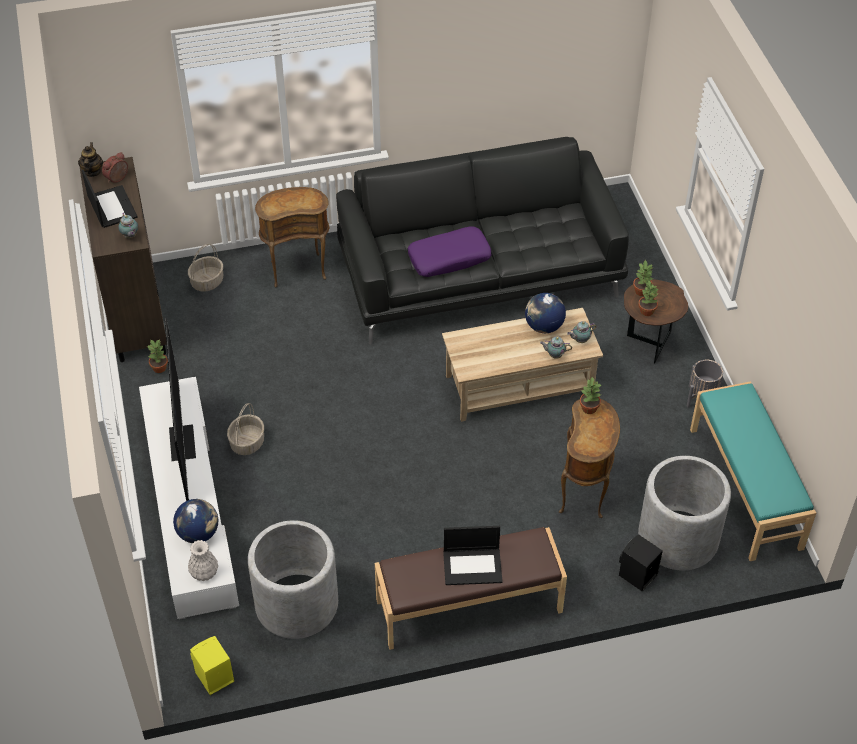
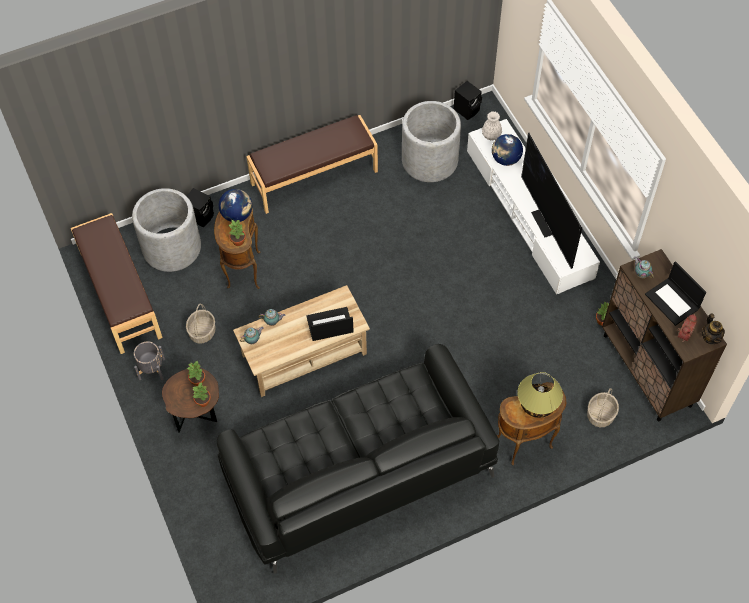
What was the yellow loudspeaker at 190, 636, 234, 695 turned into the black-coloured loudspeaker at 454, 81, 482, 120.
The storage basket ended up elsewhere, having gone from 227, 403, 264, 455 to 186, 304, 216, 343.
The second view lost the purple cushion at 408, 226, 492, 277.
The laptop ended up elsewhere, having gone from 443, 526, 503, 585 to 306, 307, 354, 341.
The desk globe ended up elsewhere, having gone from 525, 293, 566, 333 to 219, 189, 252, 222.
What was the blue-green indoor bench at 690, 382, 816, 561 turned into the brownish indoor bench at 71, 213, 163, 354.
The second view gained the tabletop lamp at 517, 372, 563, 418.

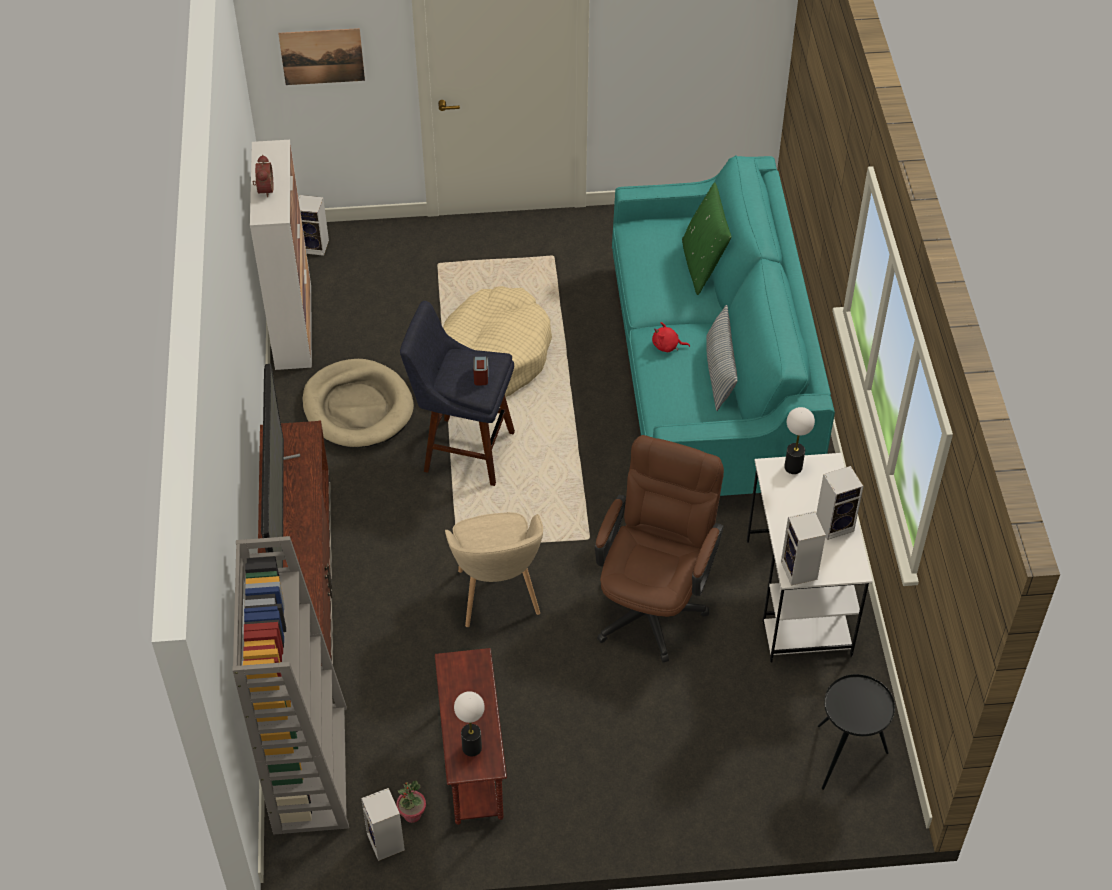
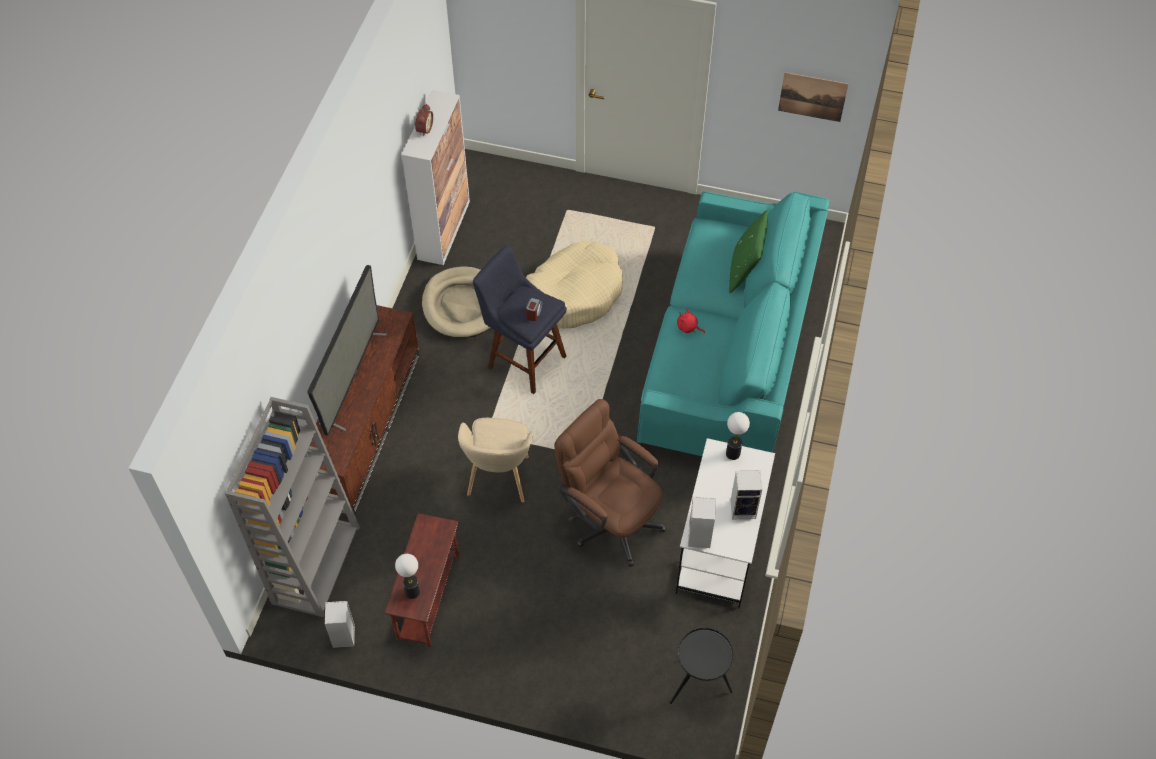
The picture ended up elsewhere, having gone from 278, 28, 365, 85 to 778, 72, 848, 122.
The second view lost the loudspeaker at 299, 195, 329, 256.
The second view lost the houseplant at 396, 781, 426, 823.
The brownish office chair at 595, 435, 724, 663 ended up facing another way, 90 degrees counterclockwise from before.
The second view lost the cushion at 706, 305, 738, 411.

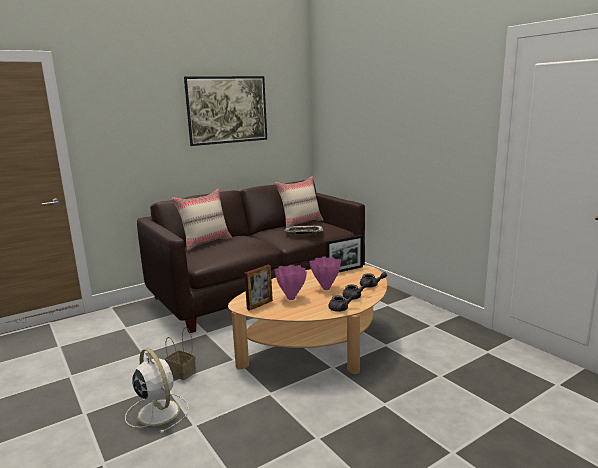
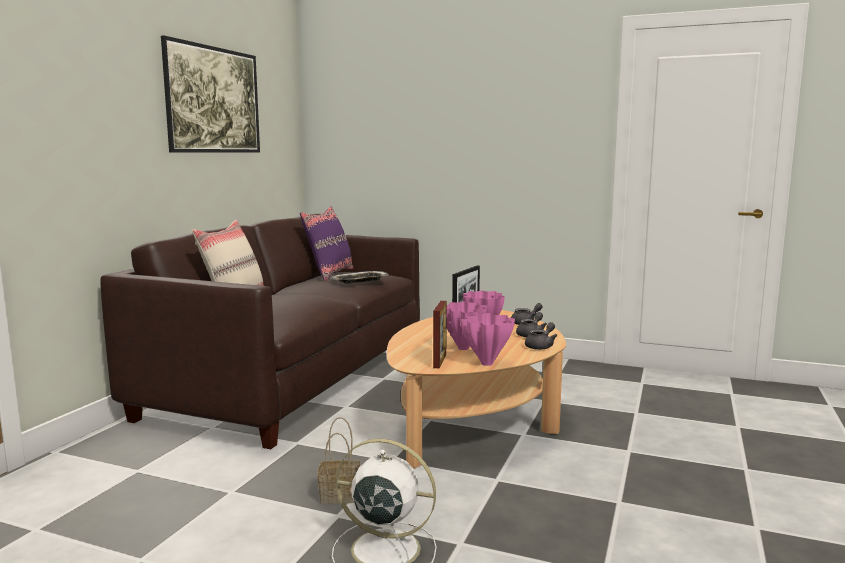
What was the sand-coloured cushion at 275, 176, 324, 228 turned into the purple cushion at 300, 206, 354, 281.
The second view gained the pink-coloured decorative vase at 460, 313, 515, 366.

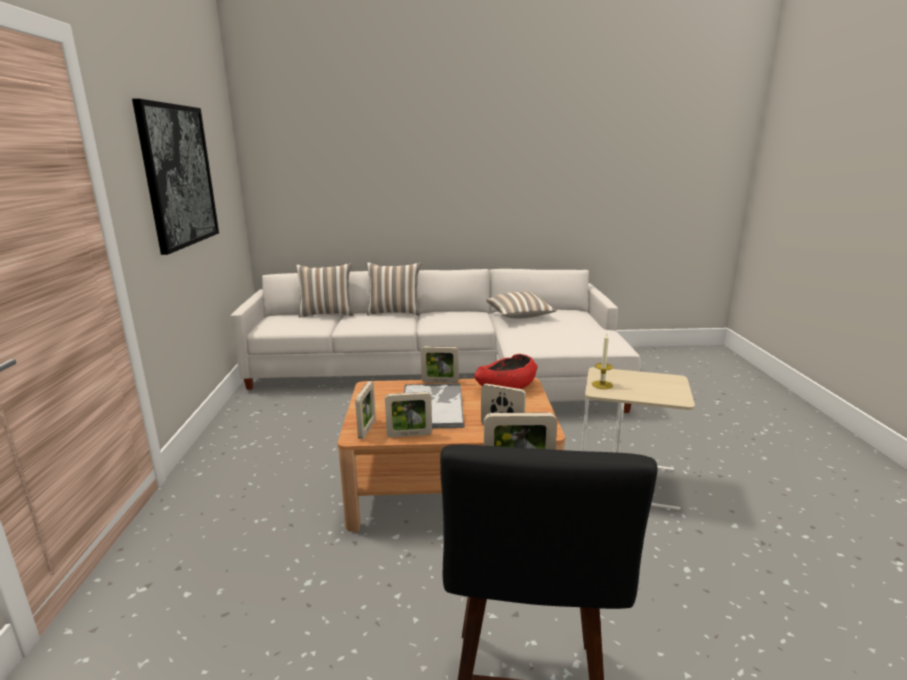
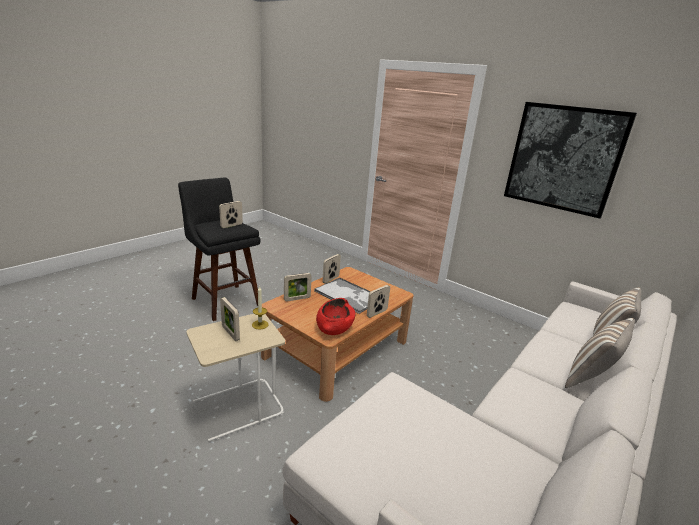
The picture frame ended up elsewhere, having gone from 355, 381, 376, 439 to 220, 297, 240, 341.
The second view lost the cushion at 486, 292, 557, 319.

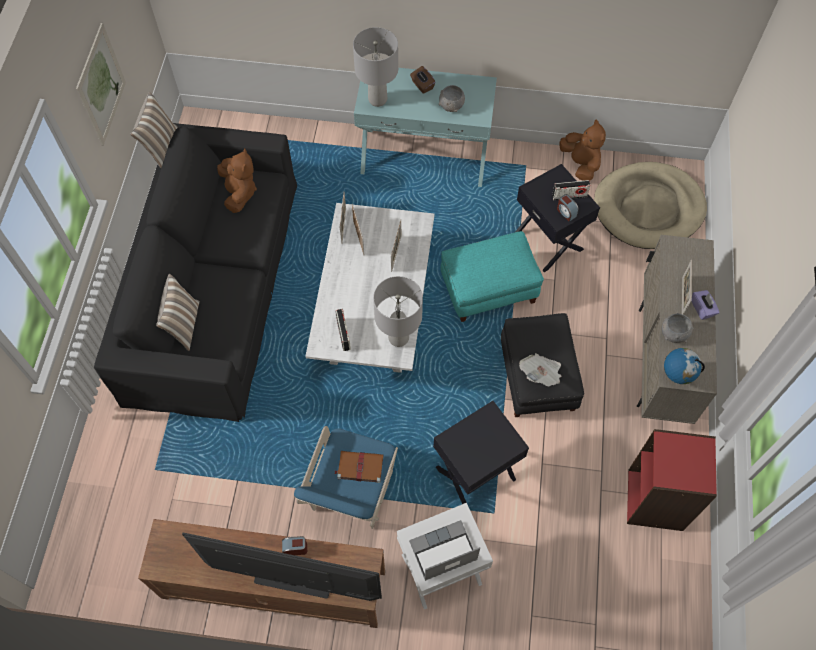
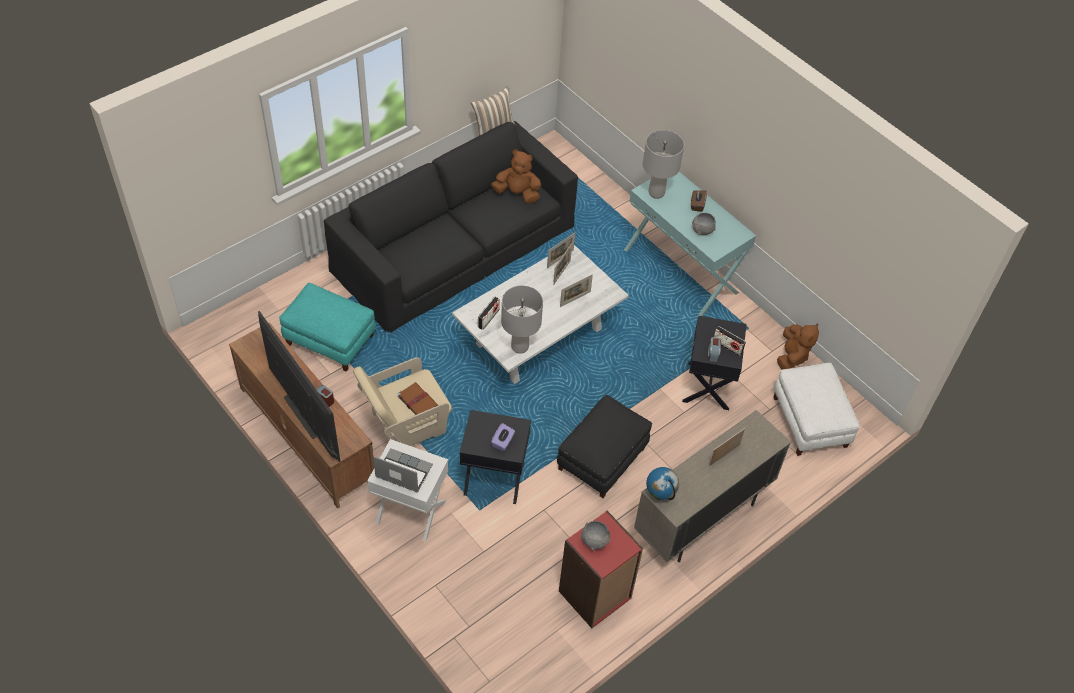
The second view lost the picture at 76, 23, 126, 146.
The second view lost the cushion at 156, 274, 200, 351.
The brownish soft toy at 217, 148, 257, 213 ended up facing another way, 105 degrees counterclockwise from before.
What was the blue lounge chair at 294, 426, 398, 529 turned into the sand-coloured lounge chair at 353, 357, 452, 446.
The blue-green pouffe ended up elsewhere, having gone from 440, 231, 544, 322 to 279, 283, 376, 372.
The second view lost the printed paper at 519, 353, 561, 386.
Where the sand-coloured pet bed stood at 594, 162, 707, 249, the whitish pouffe came to stand at 773, 363, 860, 456.
The greyish deep dish ended up elsewhere, having gone from 662, 313, 694, 343 to 580, 521, 610, 550.
The purple box of tissues ended up elsewhere, having gone from 692, 290, 720, 320 to 491, 423, 515, 451.

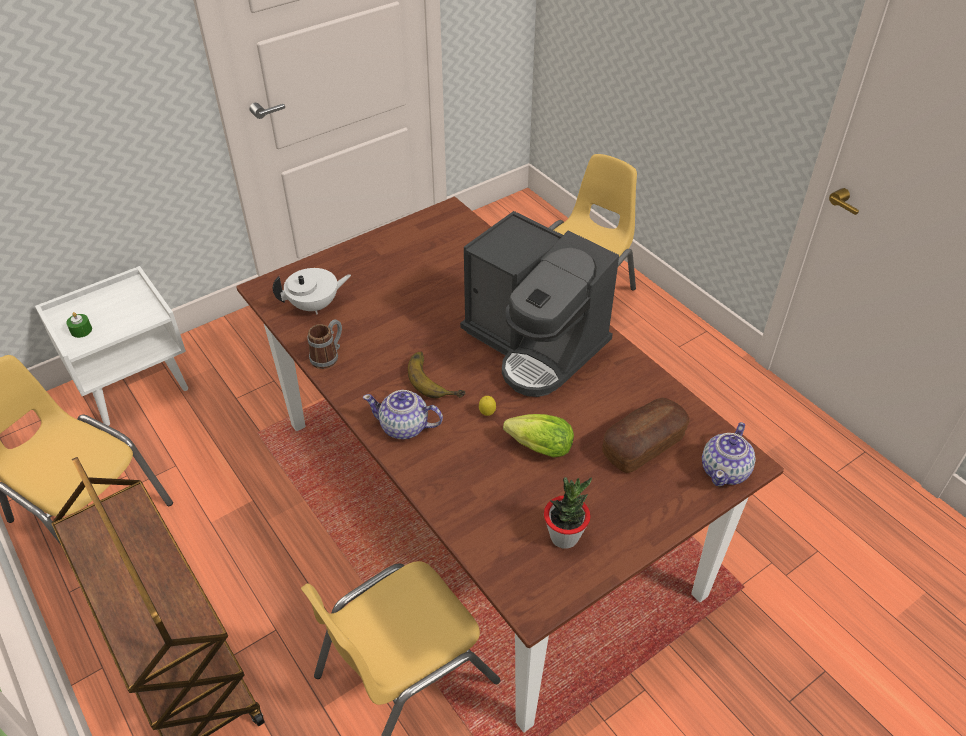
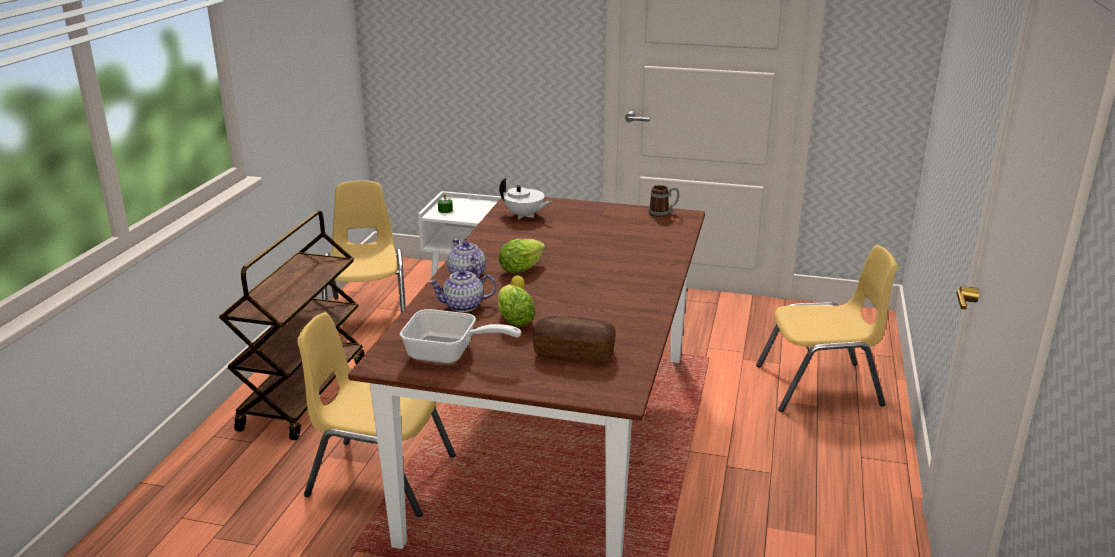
The tea mug ended up elsewhere, having gone from 307, 319, 342, 369 to 648, 185, 680, 218.
Where the banana stood at 408, 352, 466, 398, the lettuce head came to stand at 498, 239, 545, 273.
The second view lost the coffee maker at 460, 211, 619, 397.
Where the houseplant stood at 544, 477, 592, 549, the frying pan came to stand at 400, 309, 521, 363.
The pot for tea ended up elsewhere, having gone from 702, 422, 756, 486 to 428, 269, 497, 312.

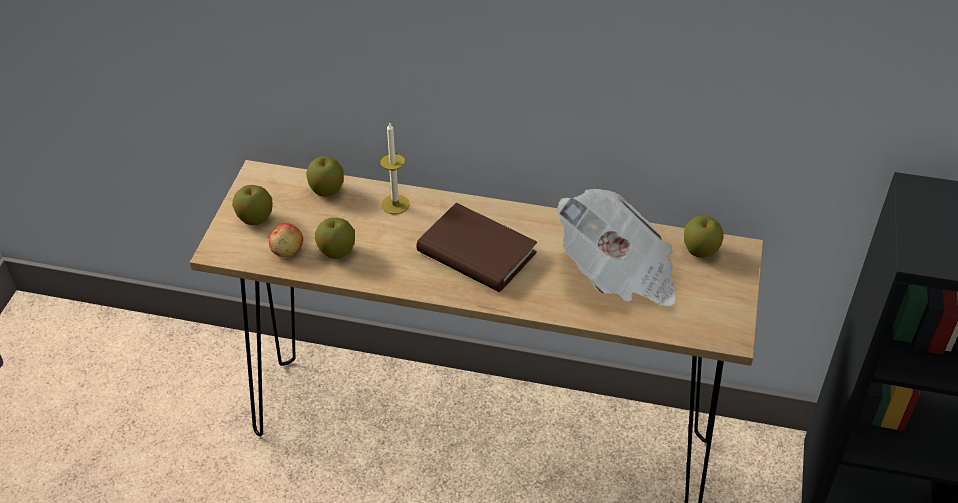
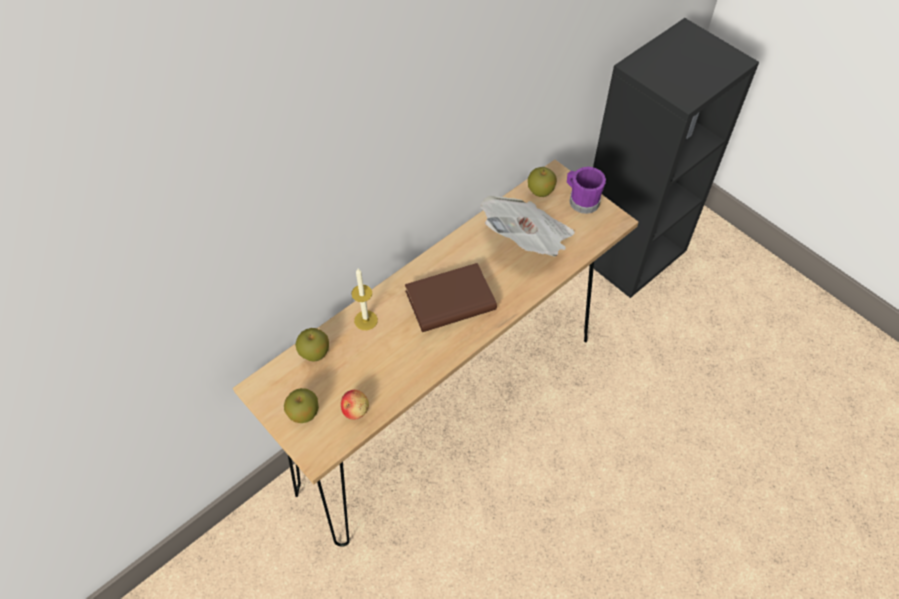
The second view lost the apple at 315, 217, 355, 259.
The second view gained the purple tea mug at 567, 167, 606, 214.

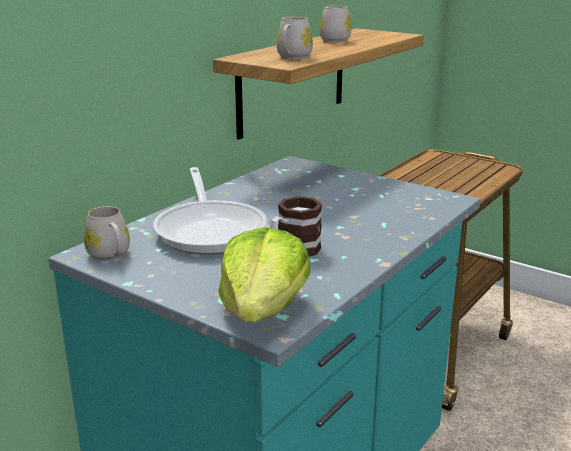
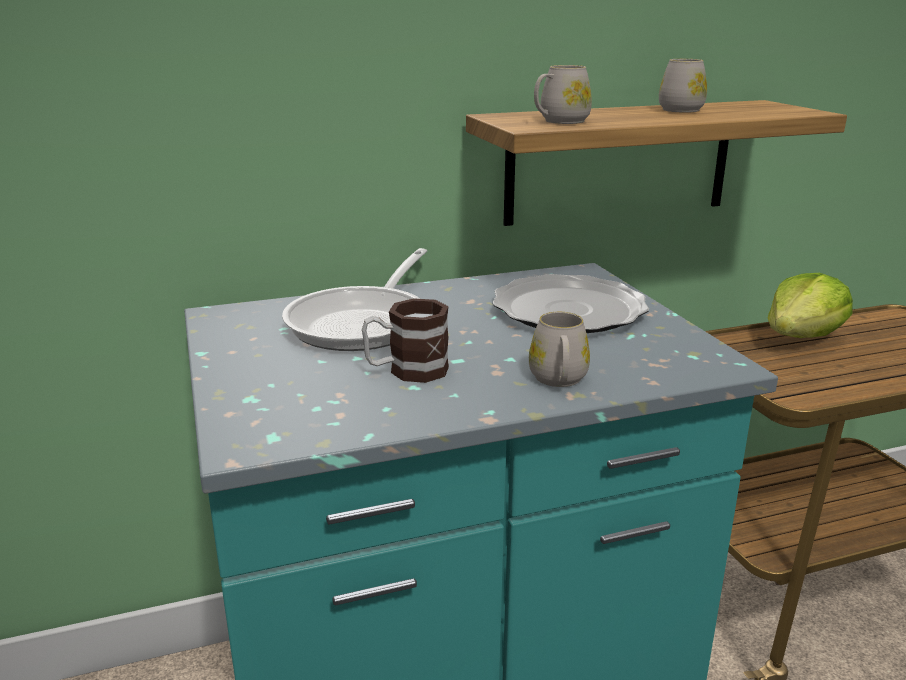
The whitish tea mug ended up elsewhere, having gone from 84, 206, 130, 261 to 529, 312, 590, 387.
The lettuce head ended up elsewhere, having gone from 218, 227, 311, 322 to 768, 273, 853, 338.
The second view gained the flat dish at 493, 274, 649, 333.

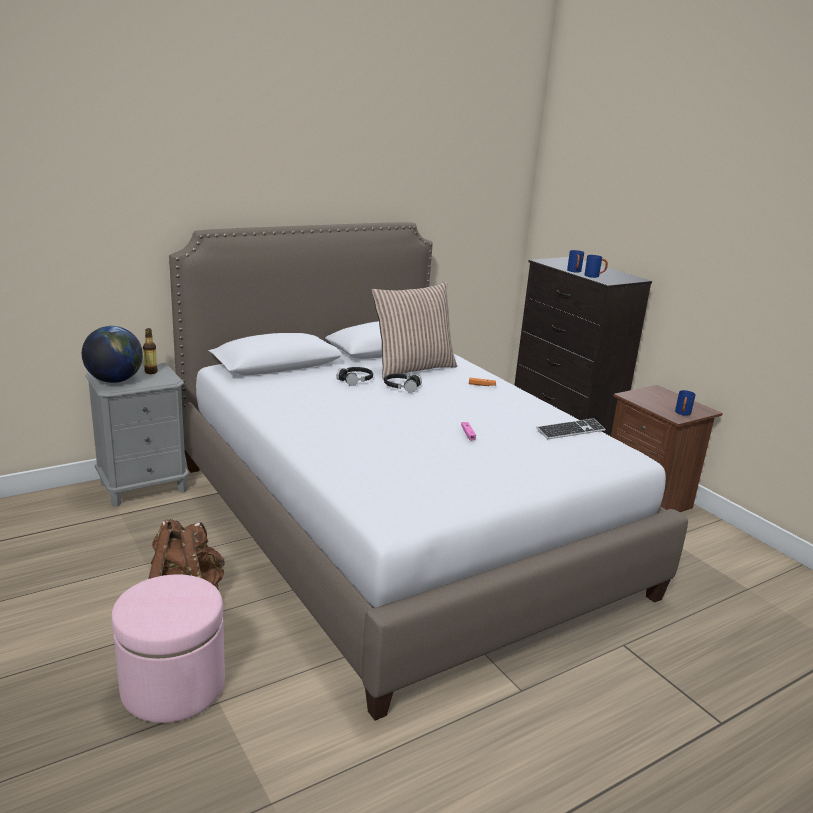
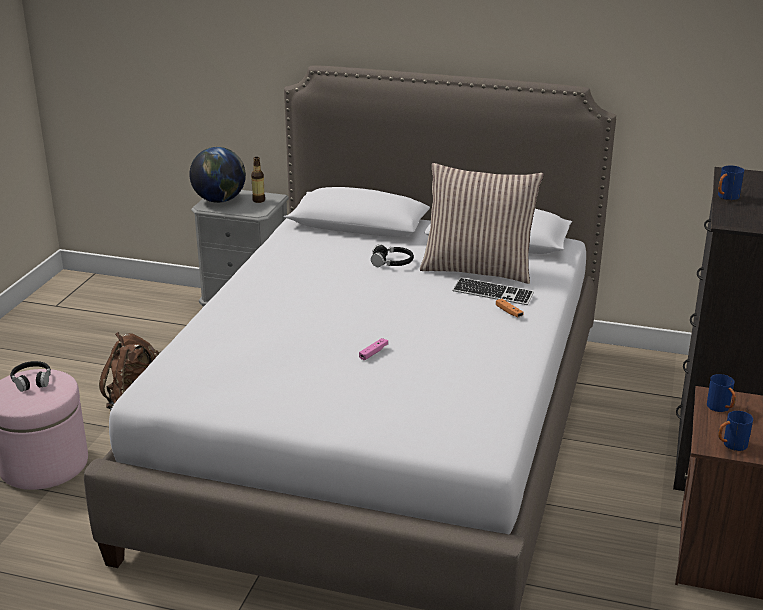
The black-coloured headphones ended up elsewhere, having gone from 384, 374, 422, 393 to 10, 361, 51, 392.
The computer keyboard ended up elsewhere, having gone from 536, 418, 606, 439 to 453, 277, 534, 305.
The blue tea mug ended up elsewhere, having gone from 584, 255, 608, 278 to 707, 374, 736, 412.

